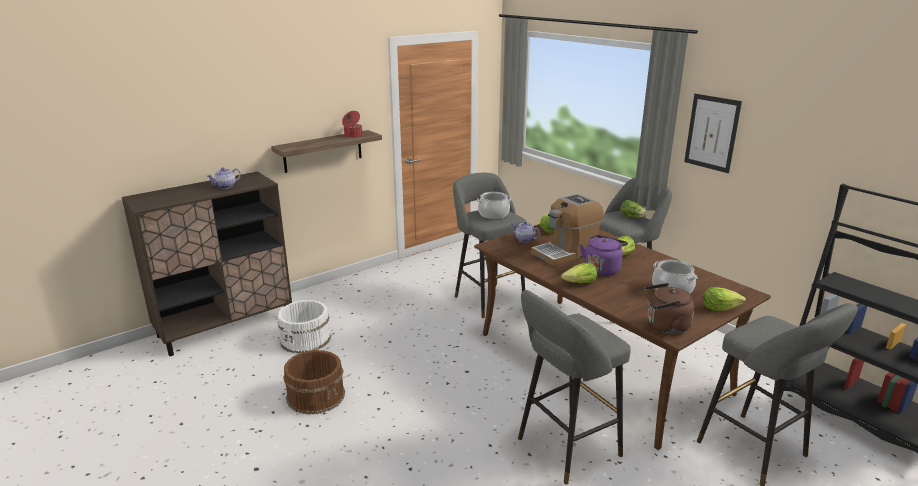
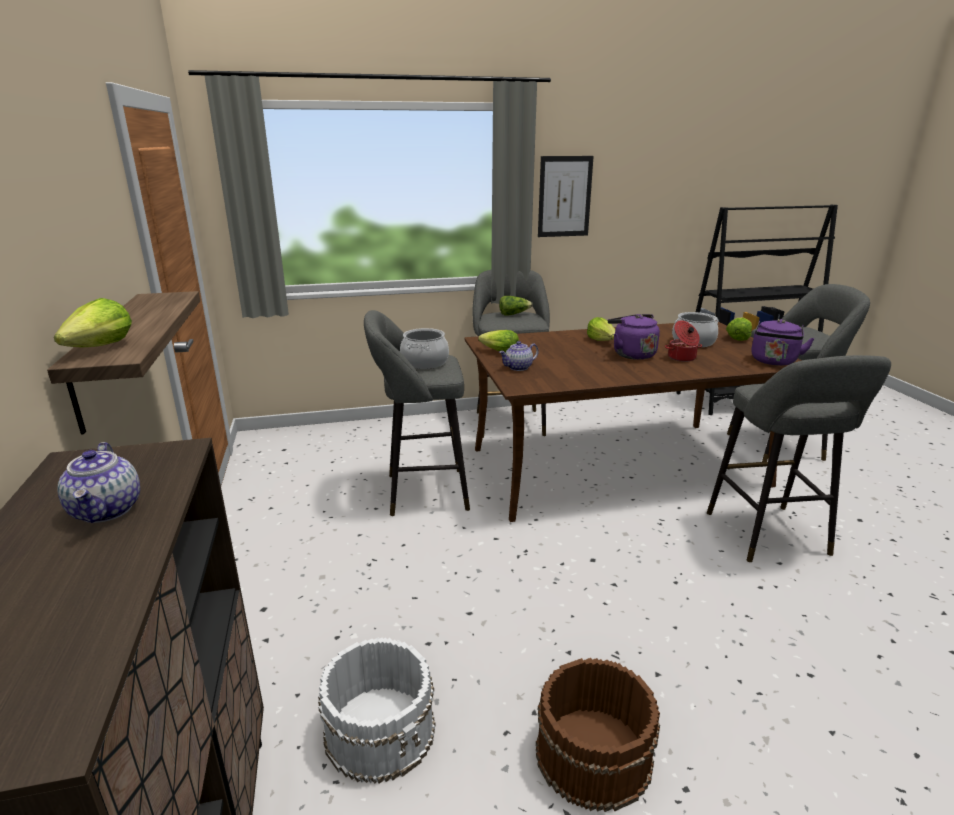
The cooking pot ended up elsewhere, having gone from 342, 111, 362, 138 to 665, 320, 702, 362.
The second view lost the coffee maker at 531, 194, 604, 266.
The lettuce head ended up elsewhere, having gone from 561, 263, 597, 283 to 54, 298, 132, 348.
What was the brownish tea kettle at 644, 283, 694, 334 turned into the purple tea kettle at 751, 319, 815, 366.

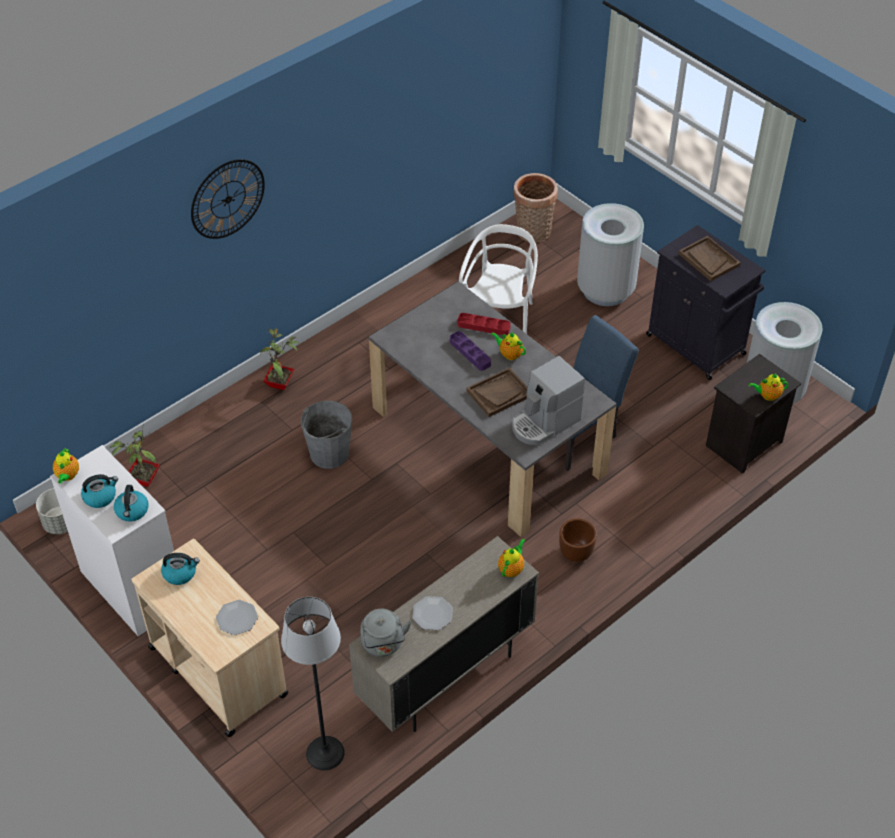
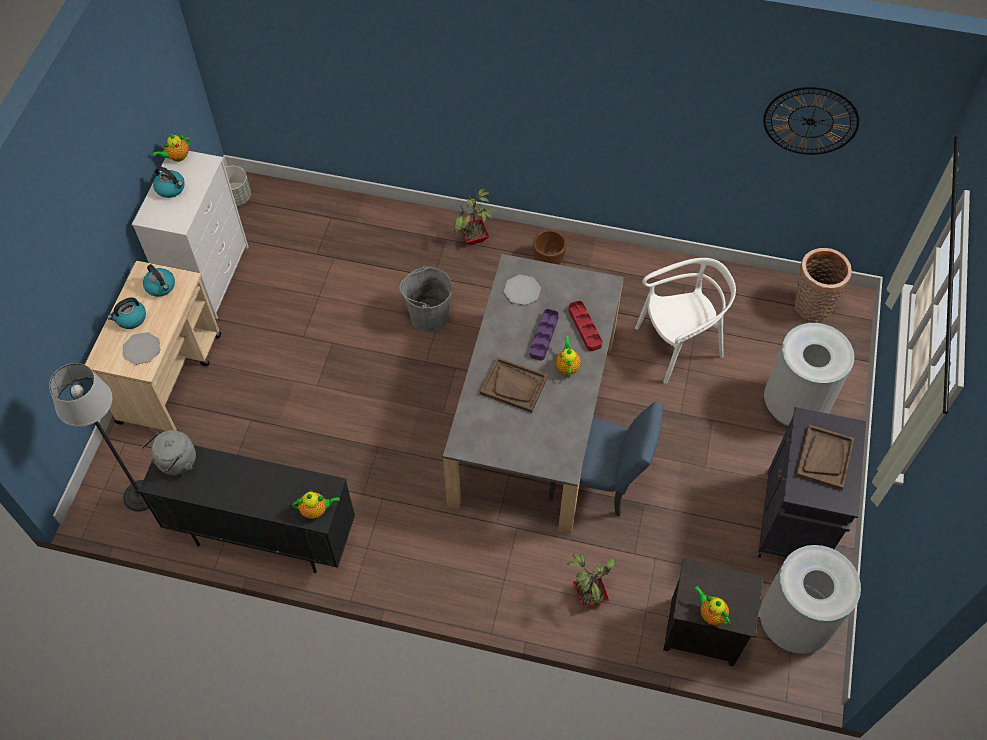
The houseplant ended up elsewhere, having gone from 110, 424, 160, 487 to 566, 554, 616, 608.
The tea kettle ended up elsewhere, having gone from 114, 485, 148, 522 to 108, 298, 146, 329.
The wall clock ended up elsewhere, having gone from 191, 159, 265, 239 to 763, 87, 859, 155.
What was the sand-coloured storage cabinet at 349, 536, 539, 732 turned into the black-coloured storage cabinet at 139, 445, 355, 573.
The flat dish ended up elsewhere, having gone from 412, 596, 453, 630 to 504, 275, 541, 305.
The second view lost the coffee maker at 512, 356, 585, 445.
The brownish planter ended up elsewhere, having gone from 559, 518, 597, 562 to 533, 230, 566, 265.

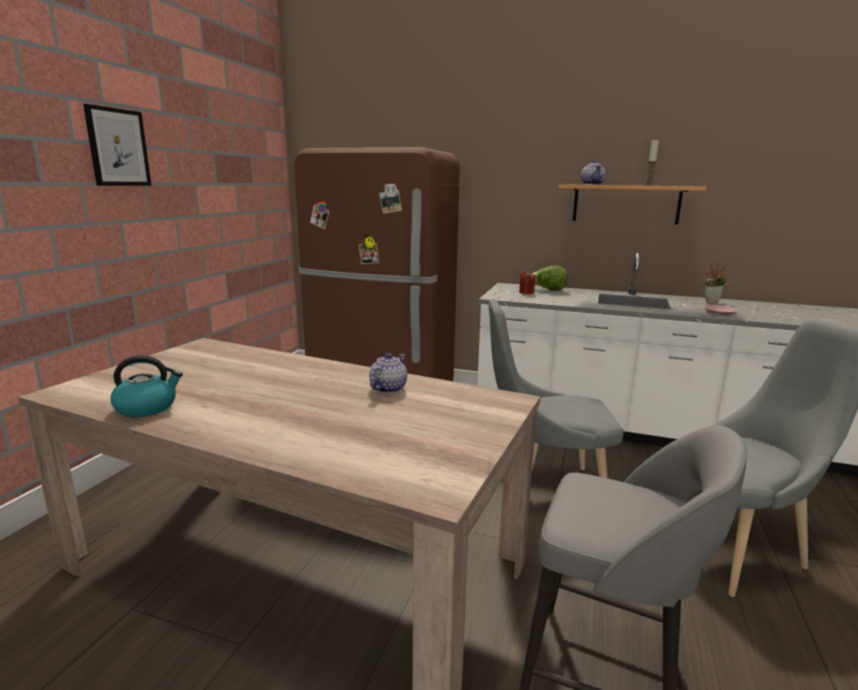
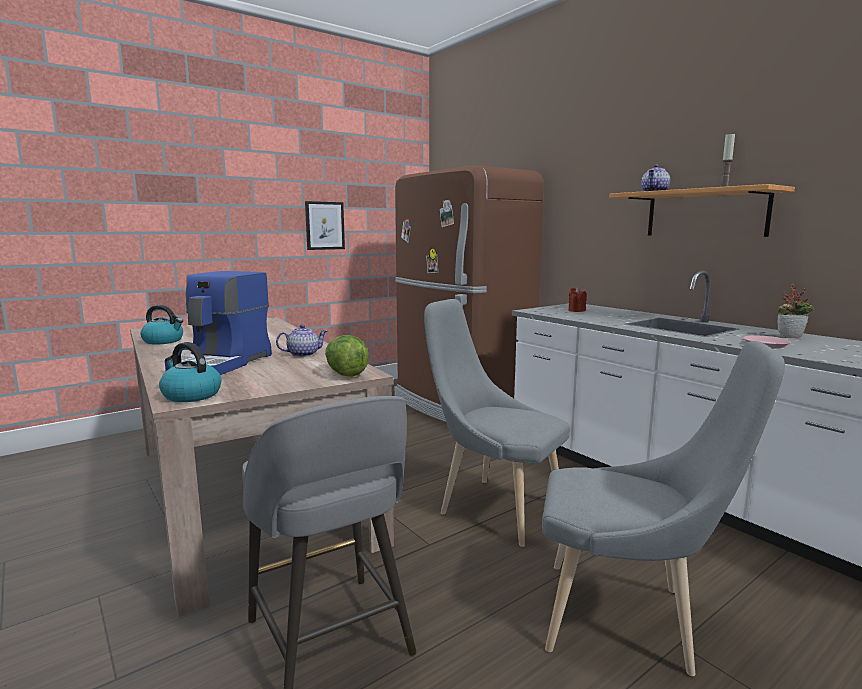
The picture ended up elsewhere, having gone from 83, 104, 151, 186 to 305, 201, 345, 250.
The lettuce head ended up elsewhere, having gone from 532, 266, 567, 291 to 325, 335, 369, 377.
The second view gained the tea kettle at 159, 342, 221, 402.
The second view gained the coffee maker at 165, 271, 272, 375.

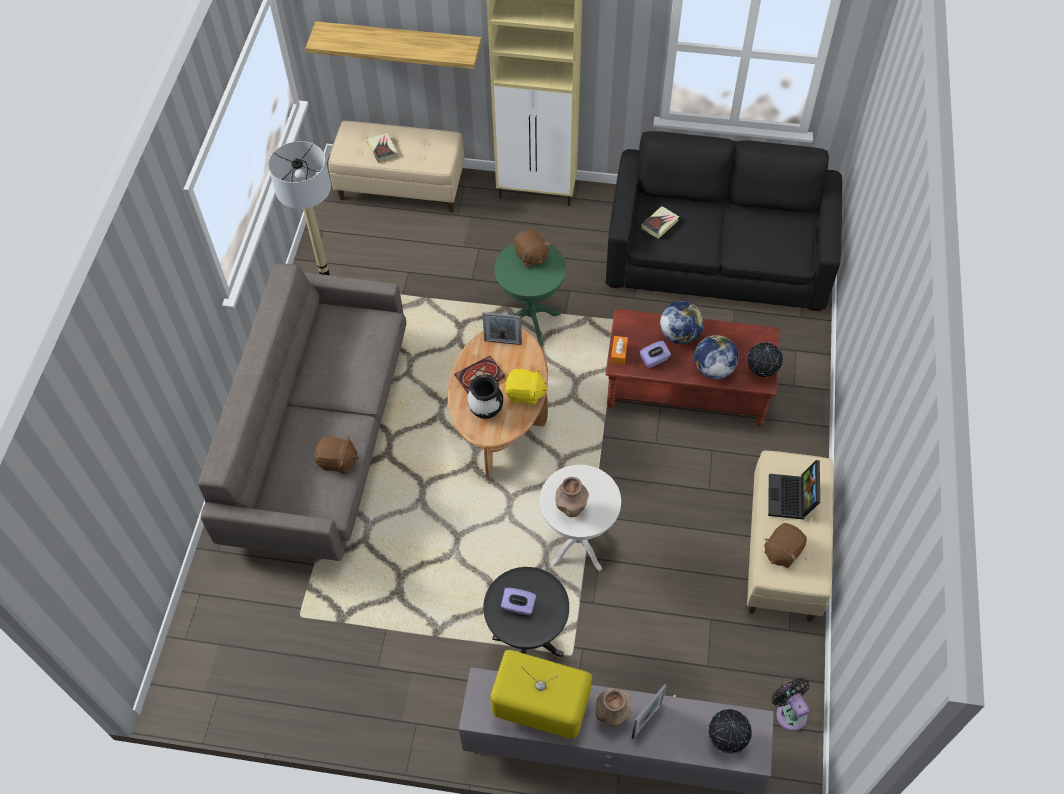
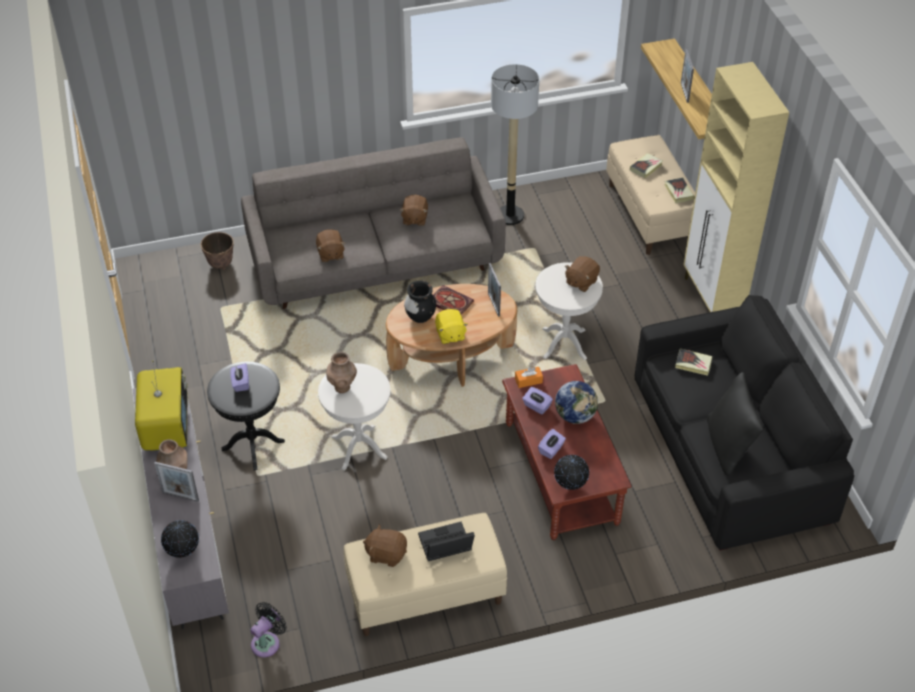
What was the greenish end table at 494, 244, 566, 345 turned into the whitish end table at 535, 262, 603, 360.
Where the desk globe stood at 694, 335, 739, 380, the purple box of tissues came to stand at 538, 429, 566, 459.
The second view gained the planter at 201, 232, 234, 270.
The second view gained the brownish soft toy at 400, 195, 428, 226.
The second view gained the book at 664, 177, 695, 203.
The second view gained the picture frame at 681, 49, 694, 103.
The second view gained the black-coloured cushion at 707, 372, 763, 476.

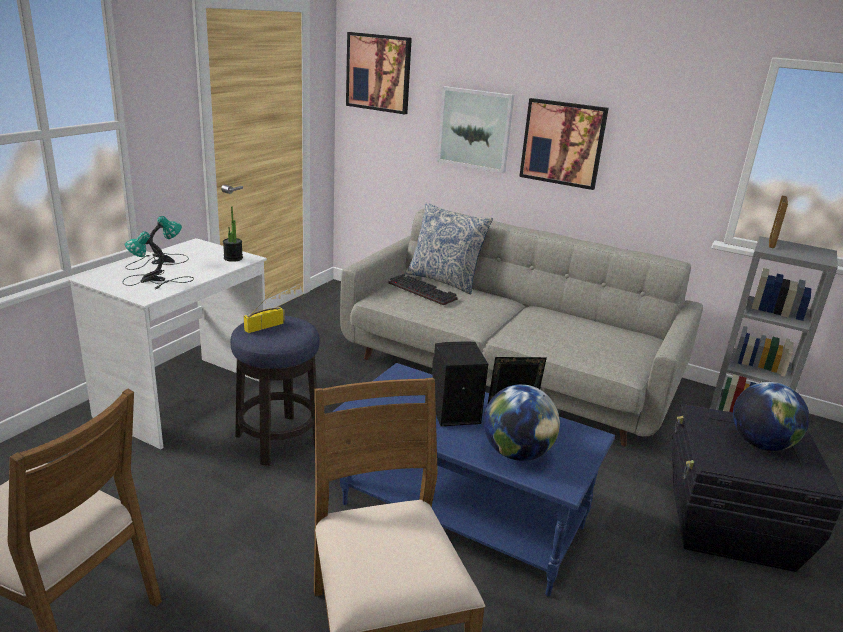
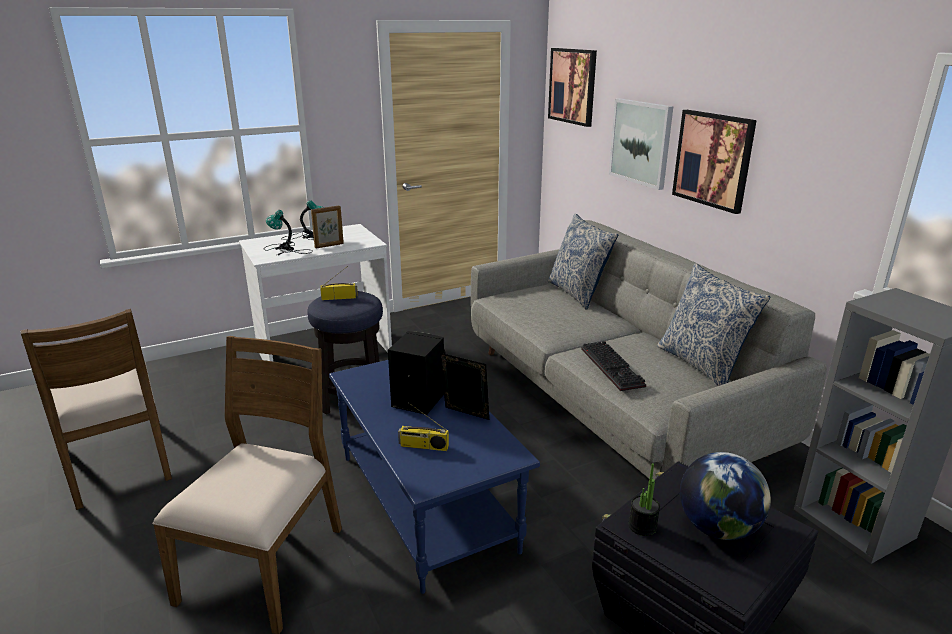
The houseplant ended up elsewhere, having gone from 223, 207, 243, 262 to 629, 463, 660, 536.
The computer keyboard ended up elsewhere, having gone from 388, 274, 458, 305 to 581, 341, 646, 391.
Where the desk globe stood at 484, 384, 560, 461, the radio receiver came to stand at 398, 402, 449, 451.
The picture frame ended up elsewhere, having gone from 769, 195, 788, 248 to 311, 205, 344, 249.
The second view gained the cushion at 657, 263, 771, 386.

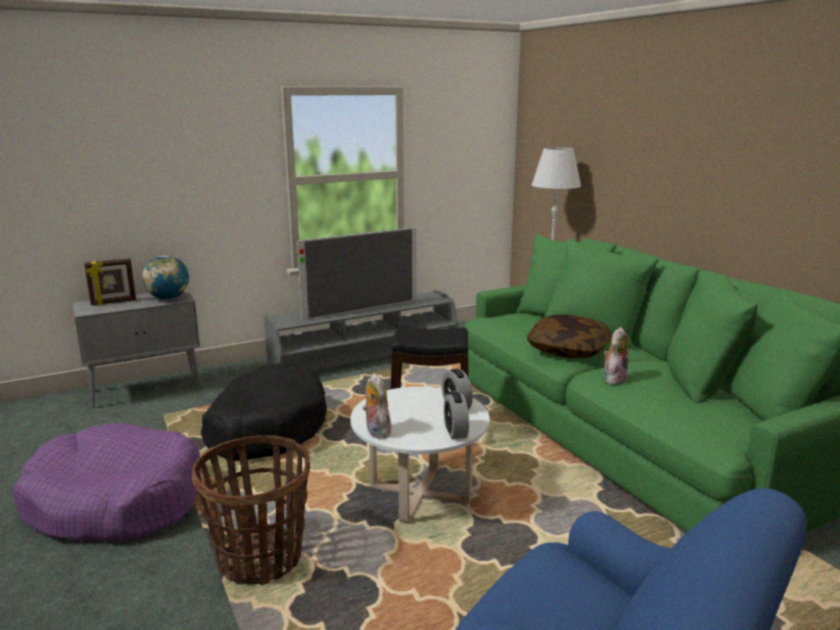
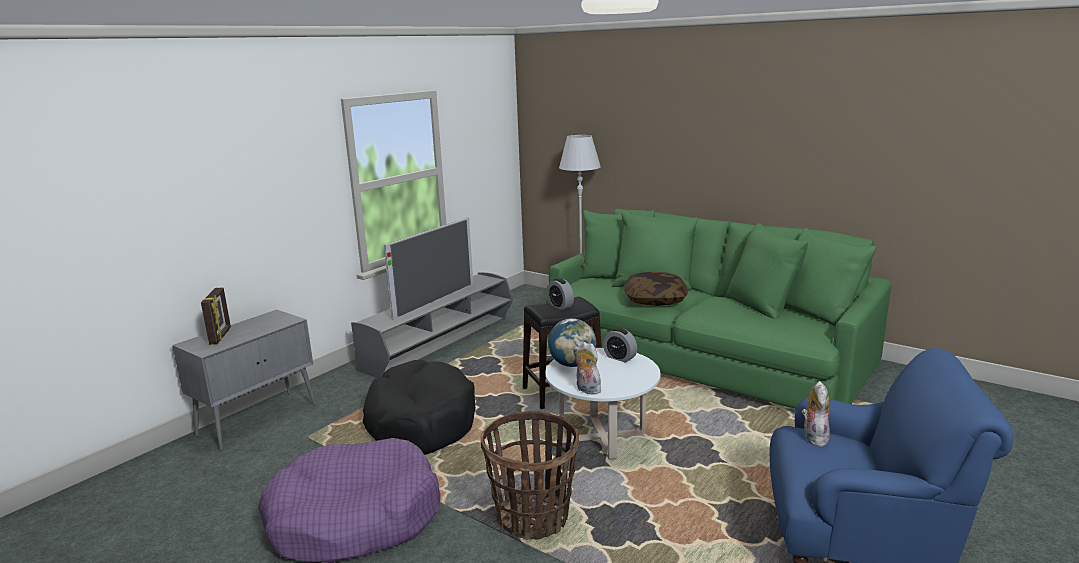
The picture frame at 84, 258, 136, 305 ended up facing another way, 45 degrees counterclockwise from before.
The desk globe ended up elsewhere, having gone from 142, 256, 189, 300 to 548, 318, 596, 367.
The bedside clock ended up elsewhere, having gone from 444, 392, 469, 439 to 547, 278, 574, 310.
The soft toy ended up elsewhere, having gone from 604, 327, 628, 385 to 802, 381, 830, 447.

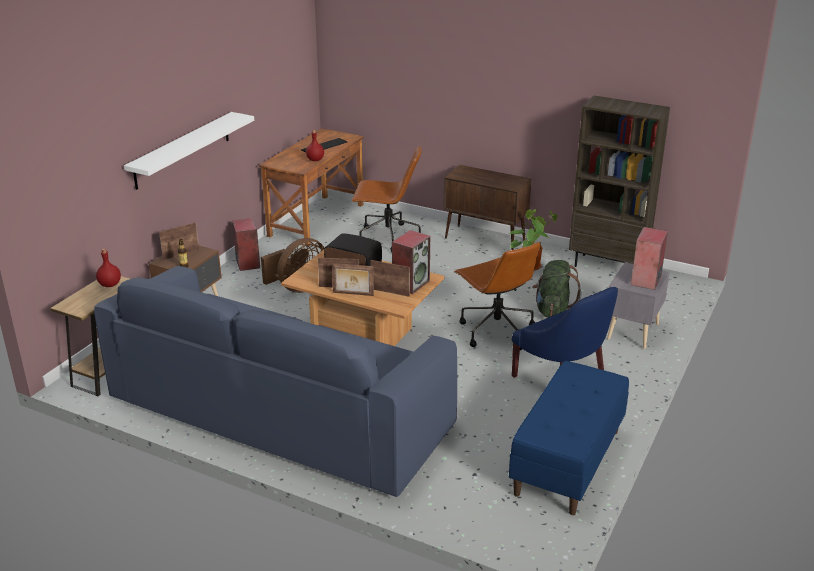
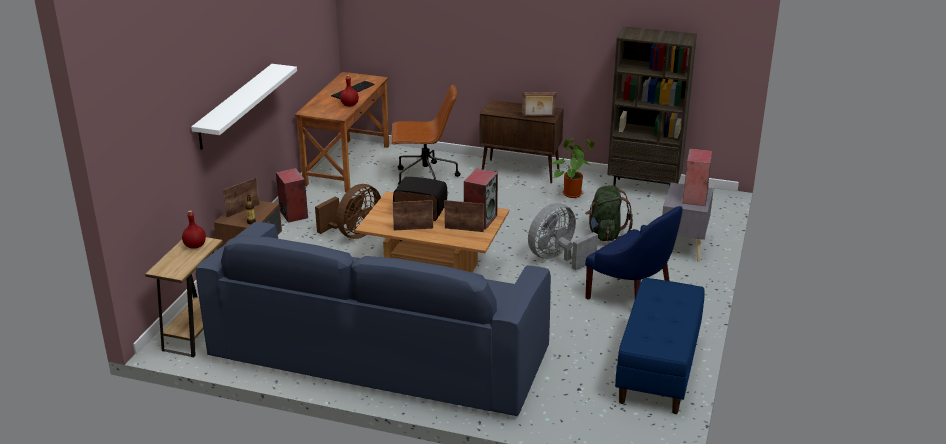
The picture frame ended up elsewhere, having gone from 332, 263, 374, 296 to 522, 92, 557, 117.
Where the brownish office chair stood at 454, 242, 541, 350, the greyish cooling fan came to stand at 528, 203, 598, 270.

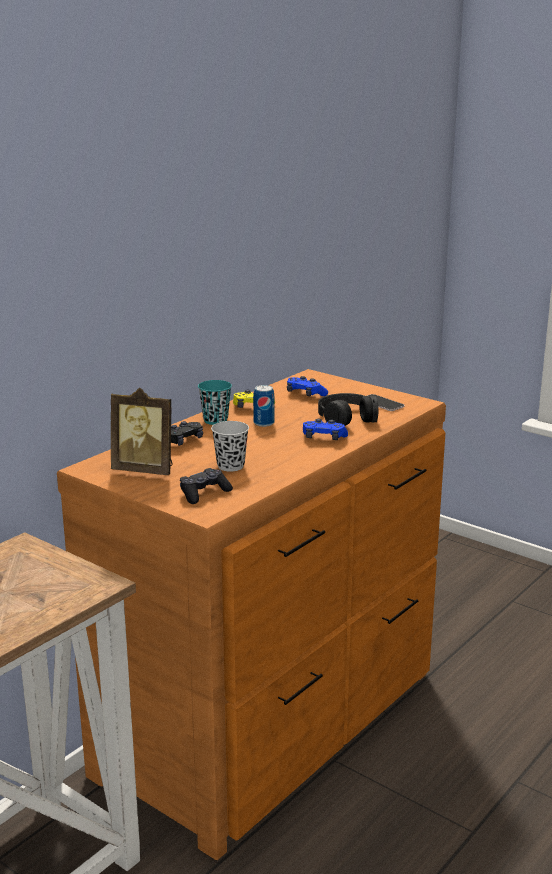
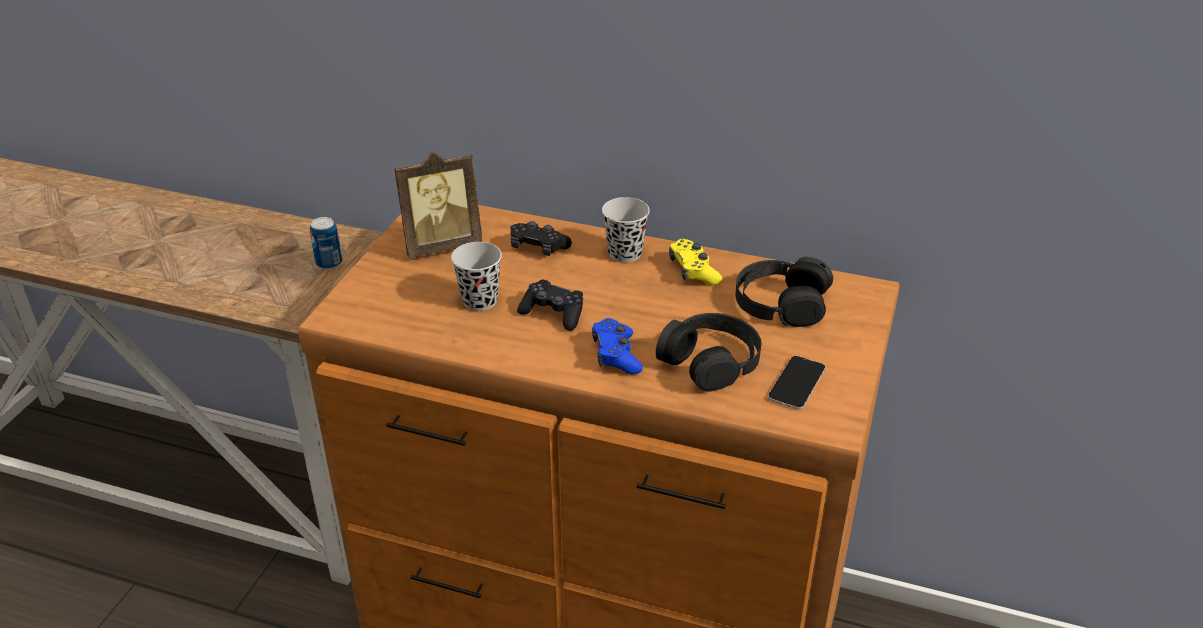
The picture frame at 111, 388, 173, 475 ended up facing another way, 105 degrees counterclockwise from before.
The black-coloured gamepad ended up elsewhere, having gone from 180, 468, 233, 504 to 517, 280, 583, 331.
What was the blue-green drinking cup at 198, 380, 232, 425 turned into the black-coloured drinking cup at 602, 197, 650, 263.
The can ended up elsewhere, having gone from 253, 385, 275, 427 to 310, 217, 342, 270.
Where the blue gamepad stood at 287, 376, 328, 396, the black-coloured headphones came to stand at 736, 257, 833, 327.

